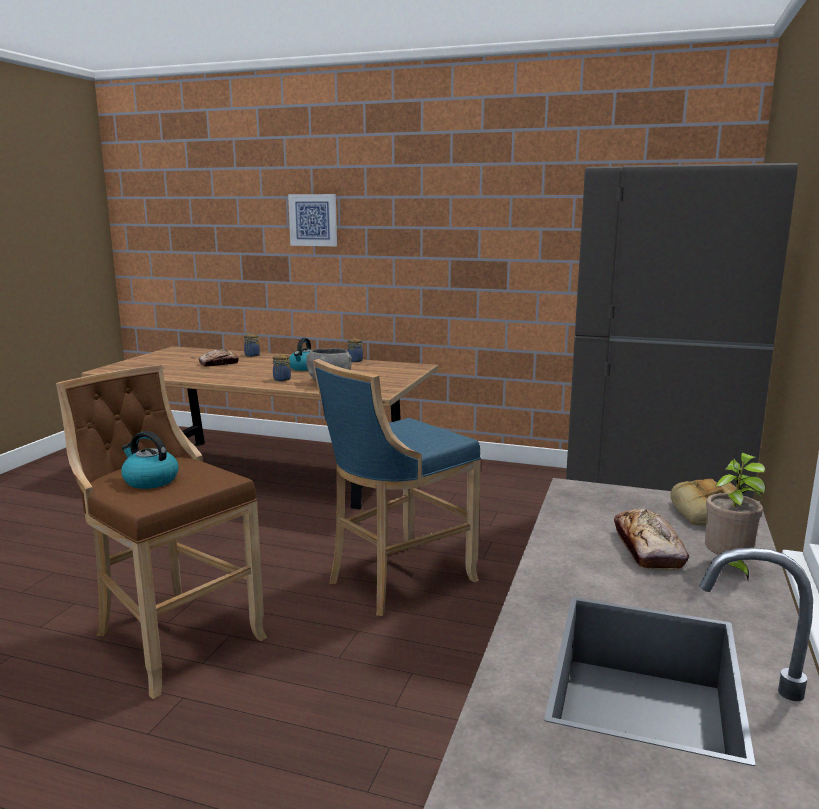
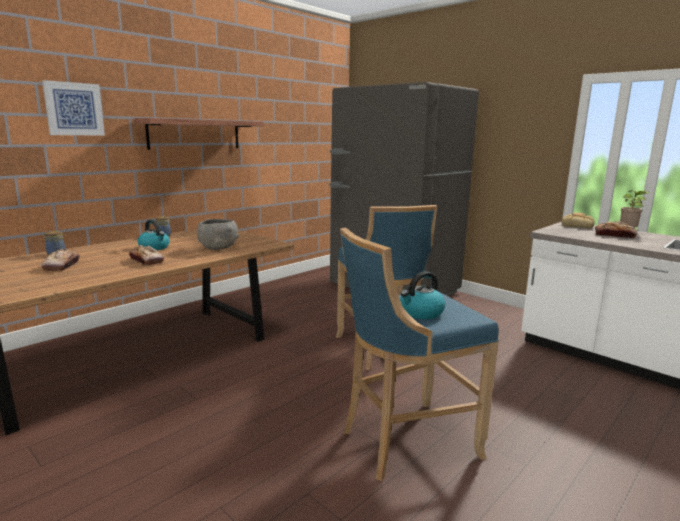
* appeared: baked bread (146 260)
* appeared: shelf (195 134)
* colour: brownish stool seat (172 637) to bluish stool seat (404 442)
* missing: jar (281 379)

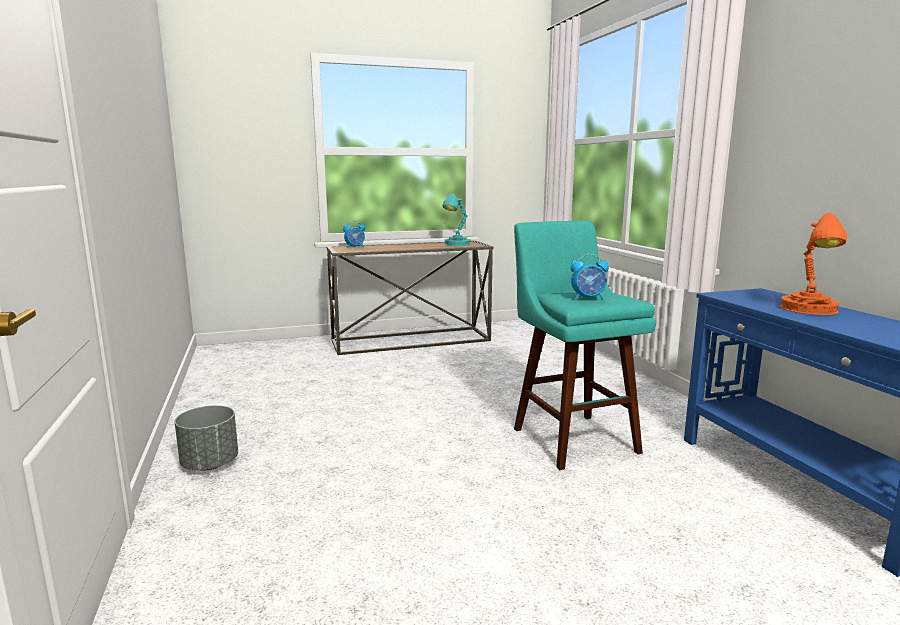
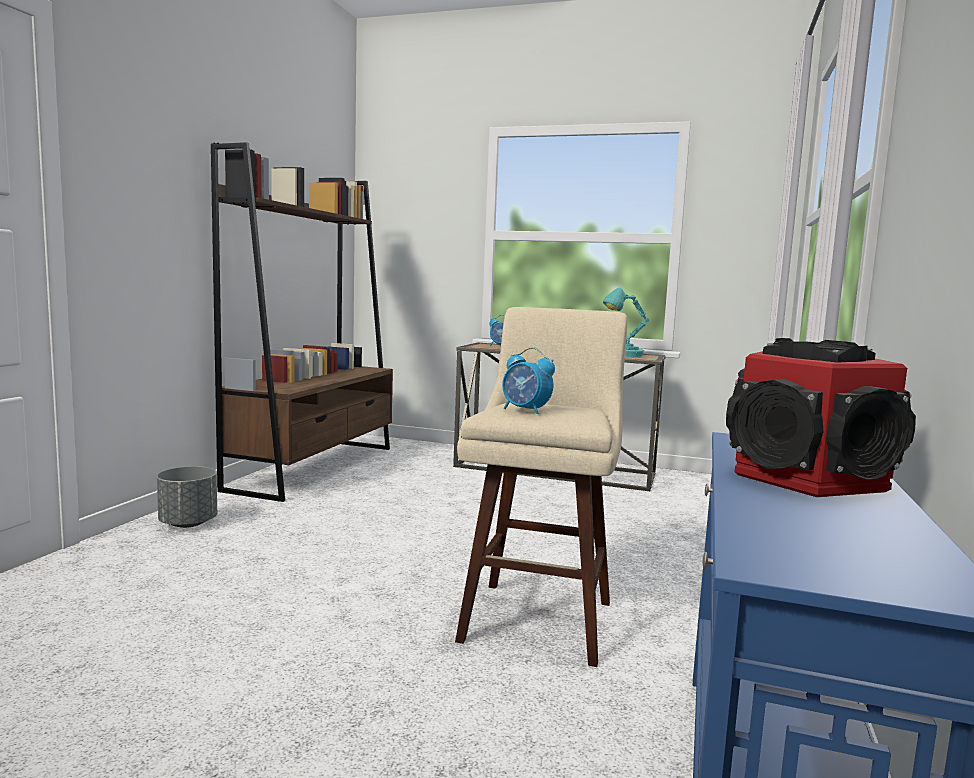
* appeared: brownish shelving unit (315 467)
* colour: turquoise-coloured stool seat (571 437) to beige-coloured stool seat (539 616)
* exchanged: orange-coloured tabletop lamp (810 310) to speaker (809 478)

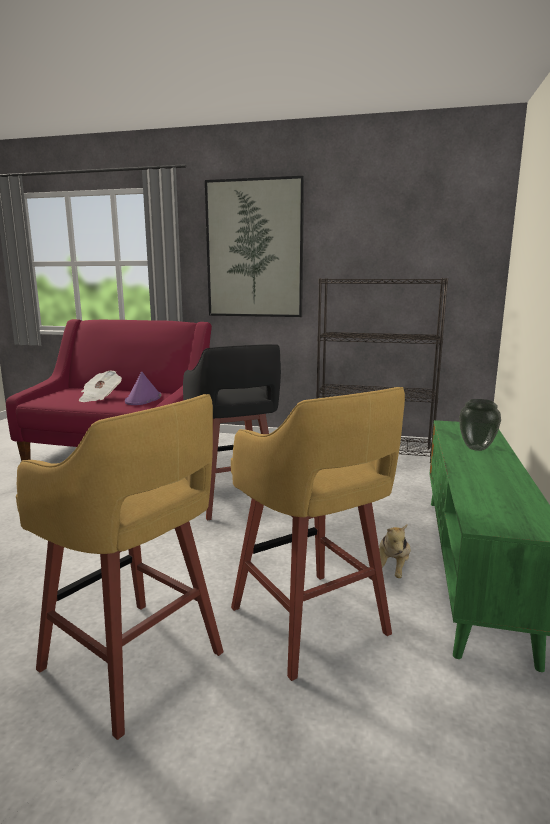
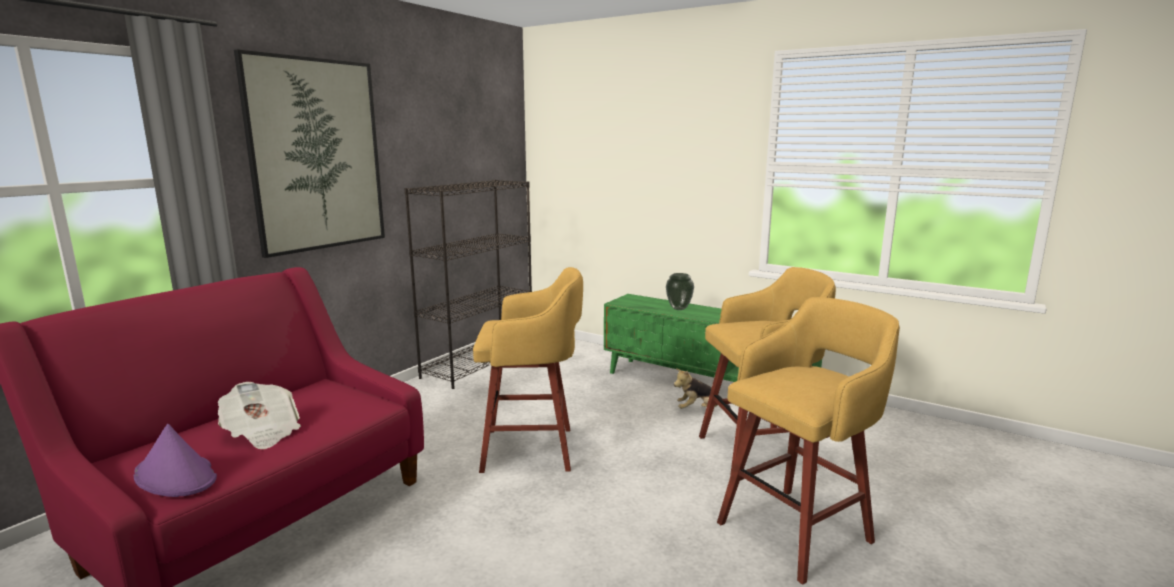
* relocated: purple-coloured clothing hat (143 399) to (176 476)
* colour: blackish stool seat (234 500) to yellow-coloured stool seat (532 450)
* spun: plush toy (392 568) = (699 410) 135 degrees clockwise

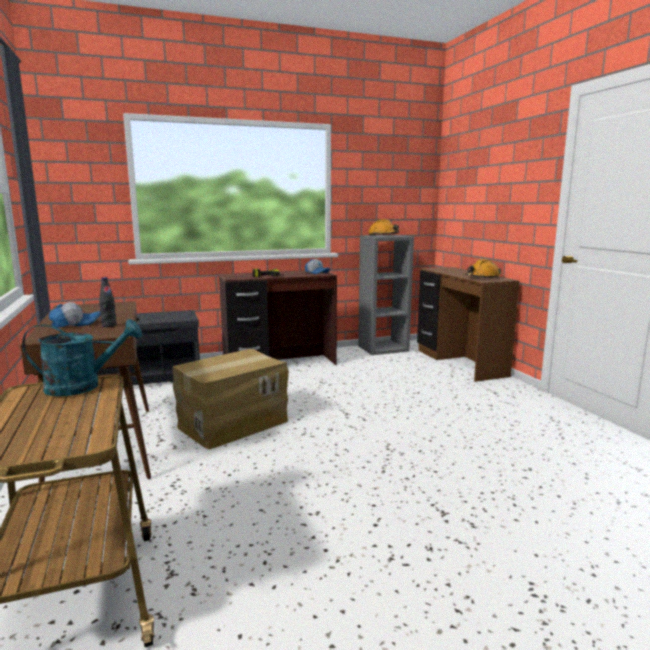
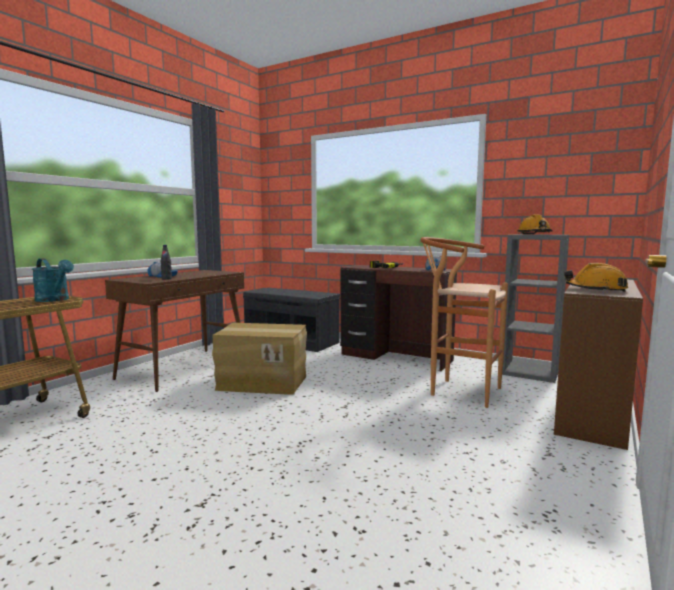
* appeared: brownish stool seat (458 391)

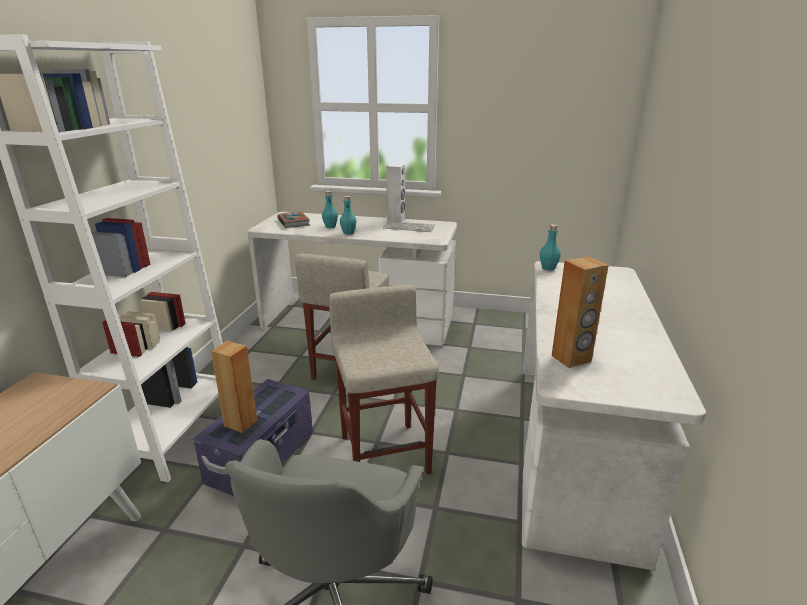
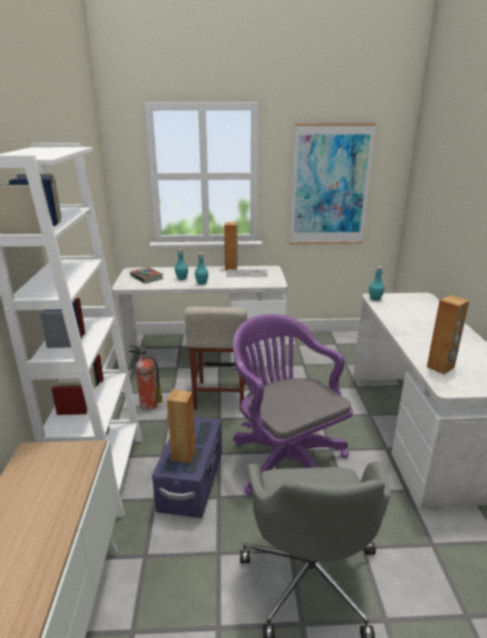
* appeared: extinguisher (148 404)
* colour: white-coloured speaker (396 220) to brownish speaker (231 268)
* exchanged: beige-coloured stool seat (384 452) to purple-coloured computer chair (285 458)
* appeared: wall art (330 186)

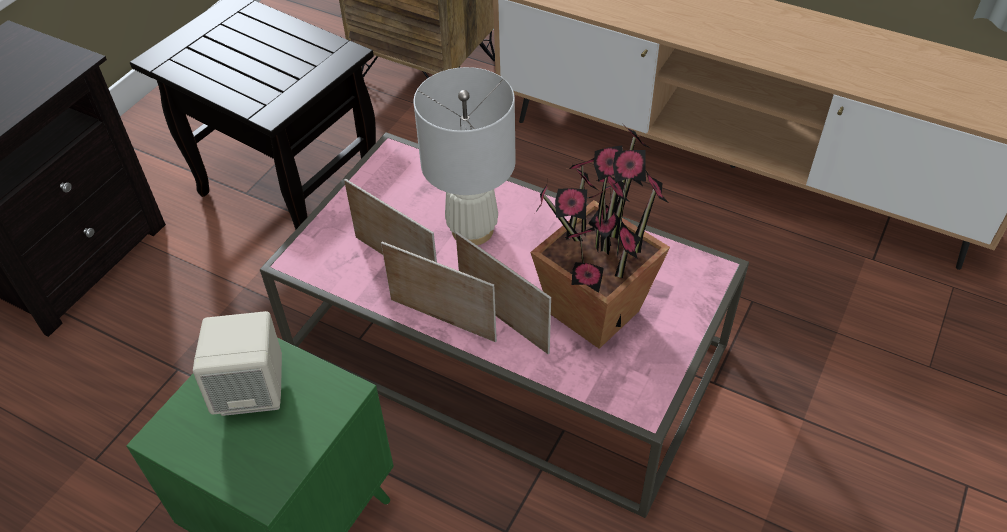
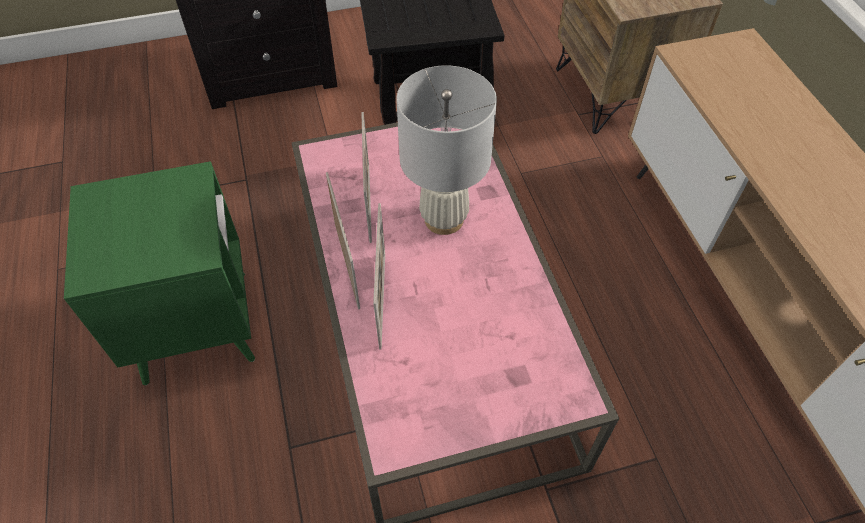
* missing: beige-coloured speaker (252 390)
* missing: houseplant (593 312)

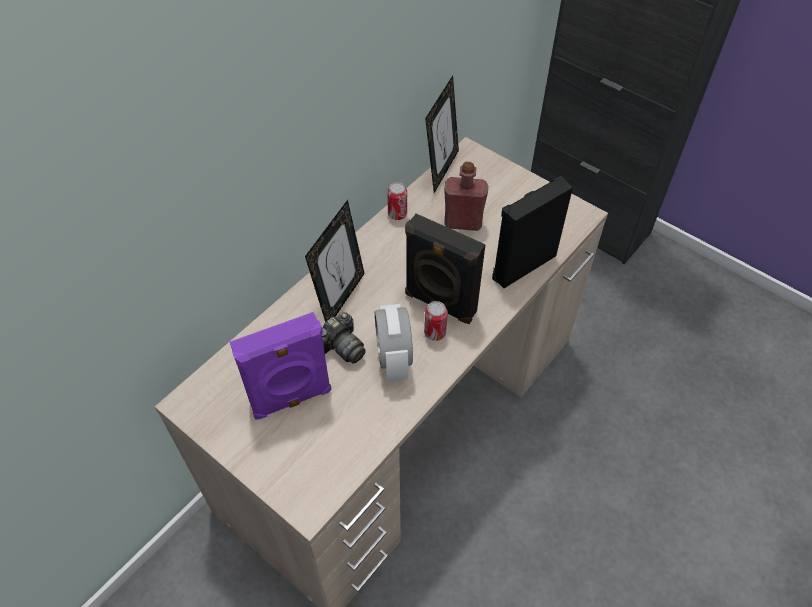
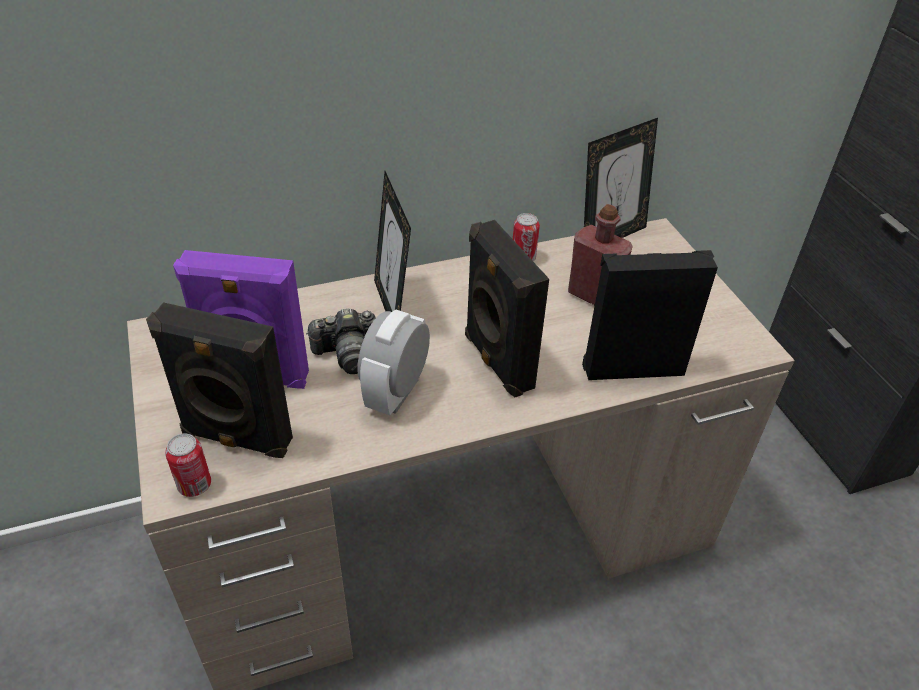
* appeared: blackish speaker (235 439)
* relocated: can (435 333) to (194 485)
* spun: standing frame (340 298) = (392 308) 105 degrees clockwise

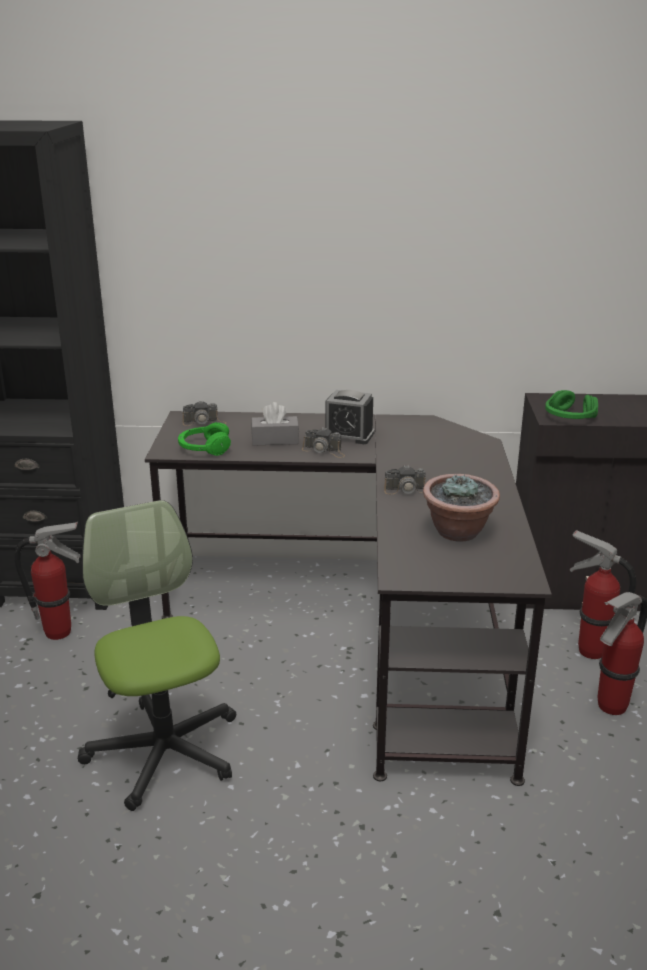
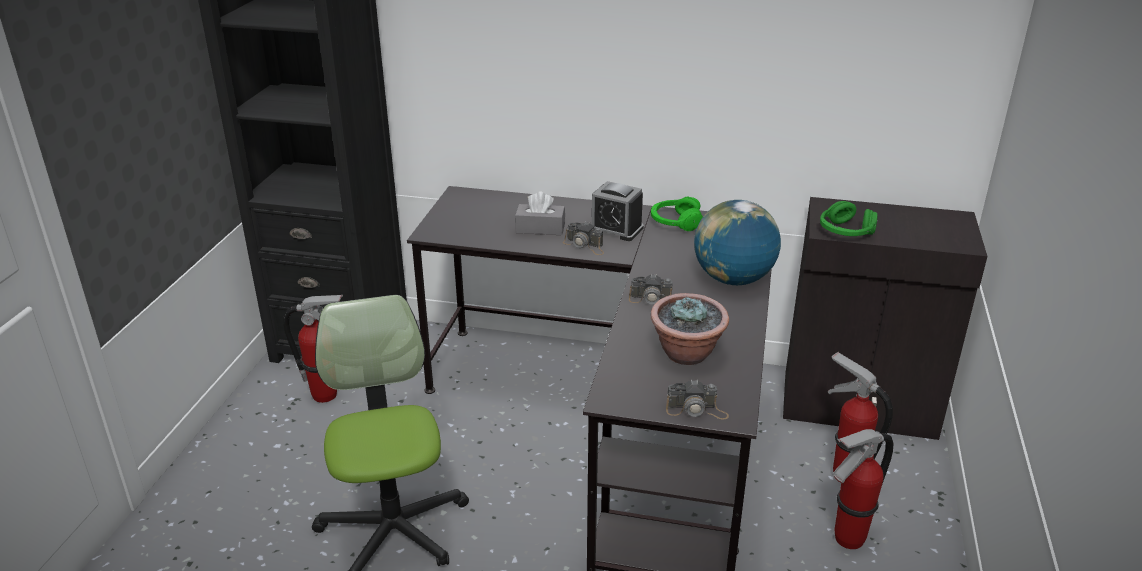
* relocated: green headphones (204 448) to (675 222)
* relocated: photo camera (204 422) to (696 410)
* appeared: globe (733 279)

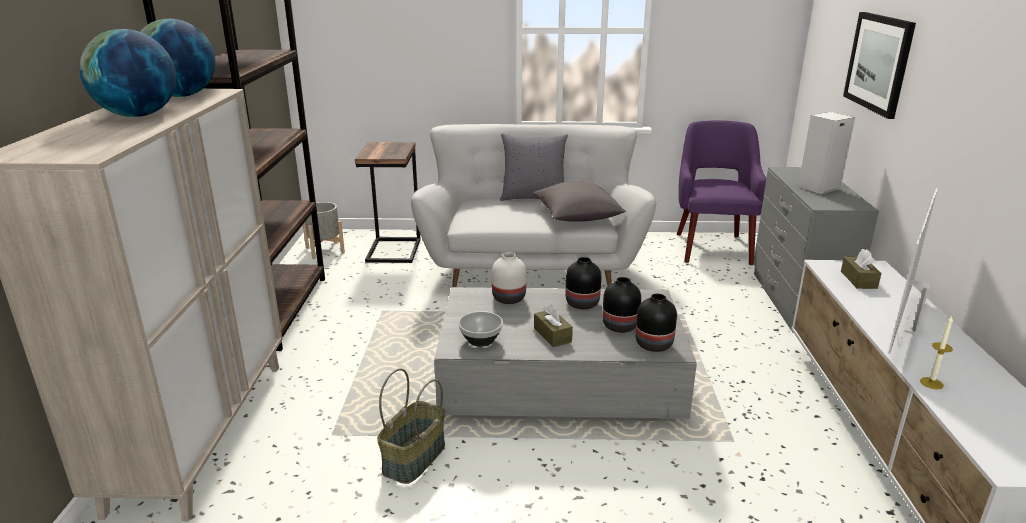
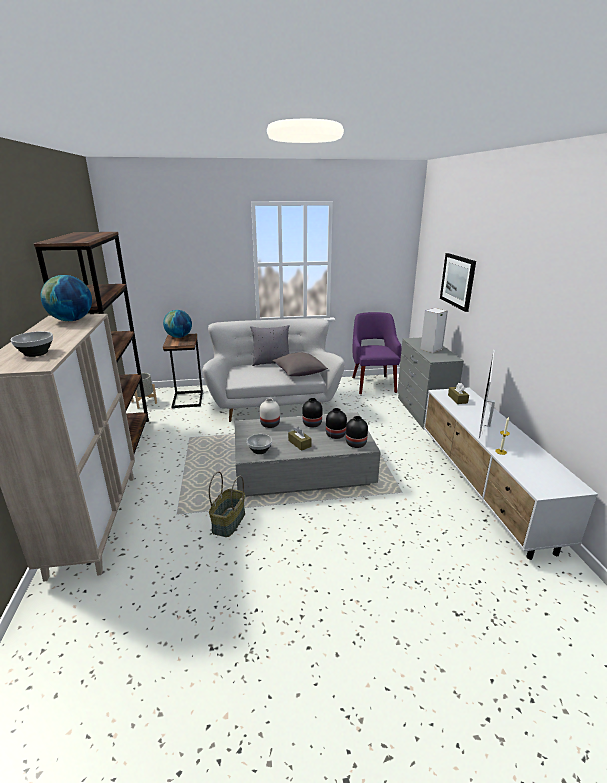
* appeared: serving bowl (36 353)
* relocated: globe (138 115) to (179 337)

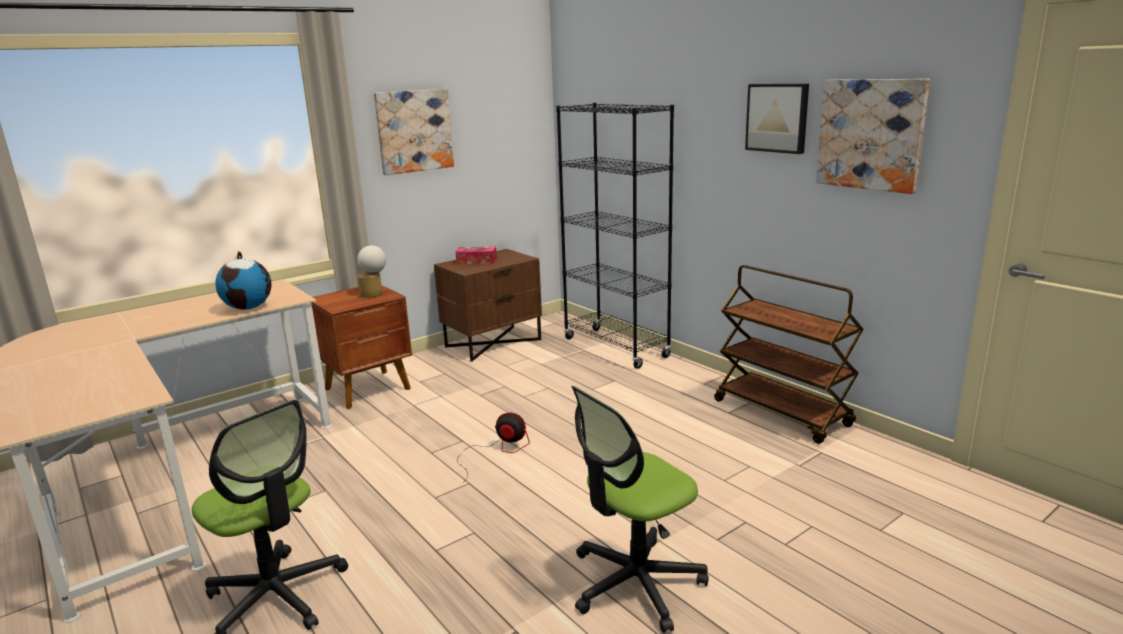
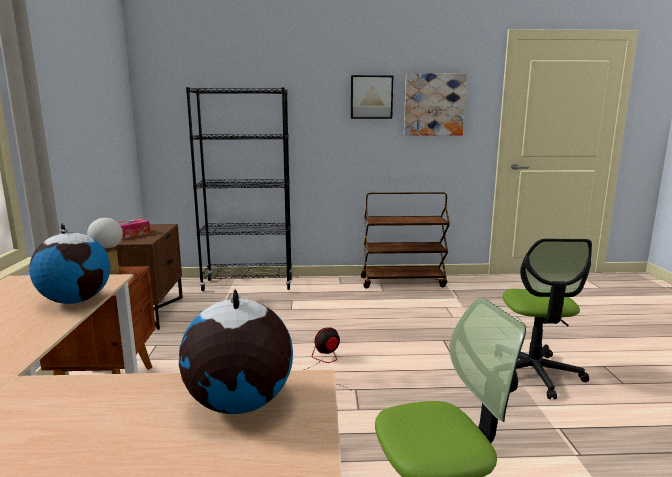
* appeared: globe (239 404)
* missing: wall art (414 131)

